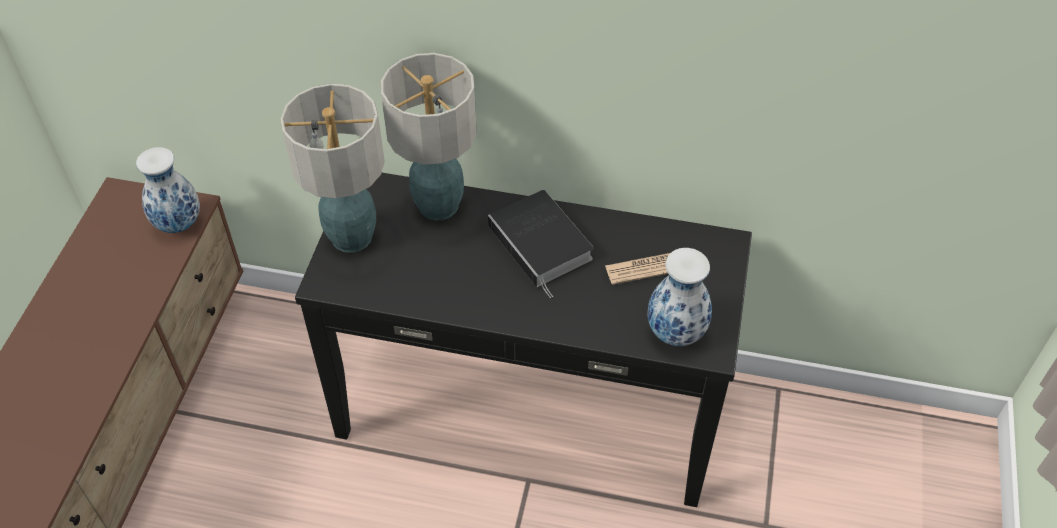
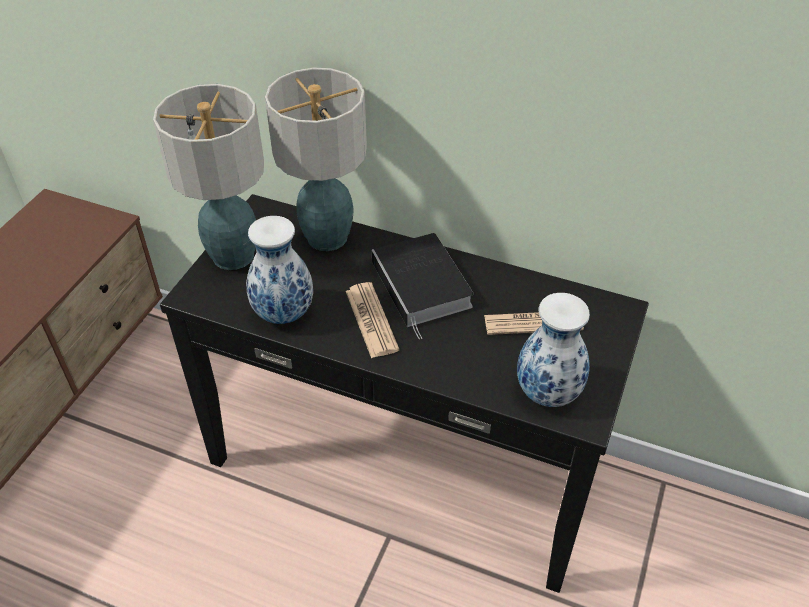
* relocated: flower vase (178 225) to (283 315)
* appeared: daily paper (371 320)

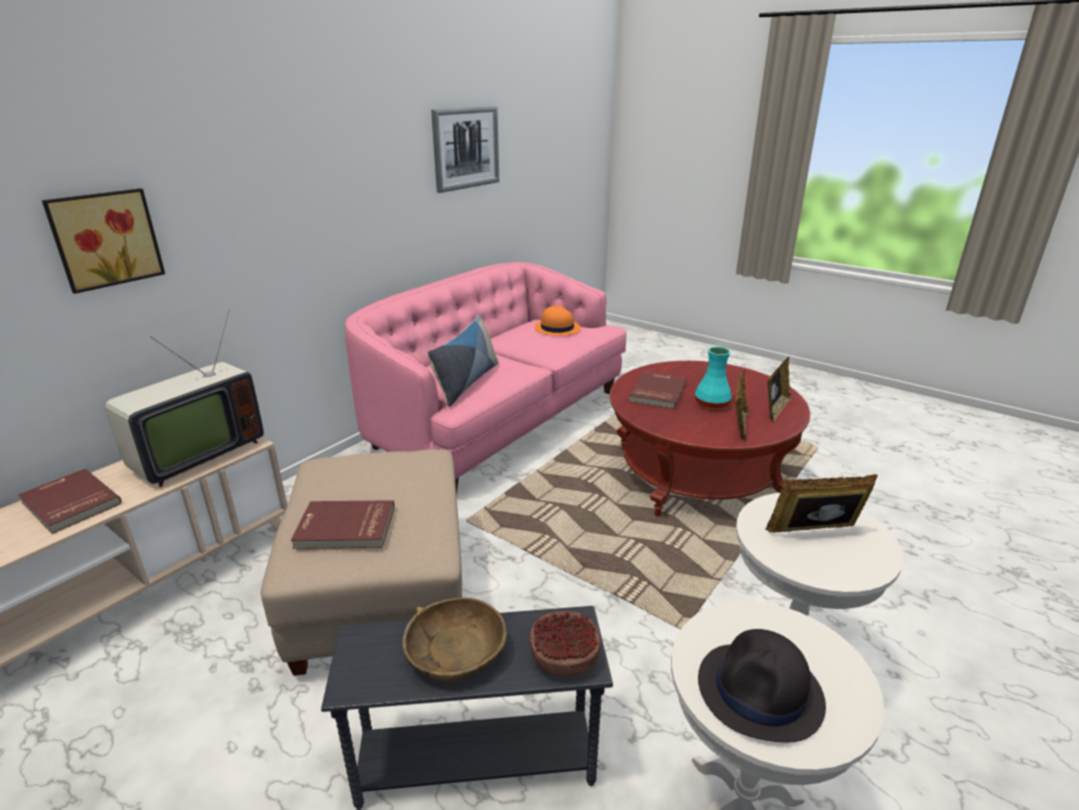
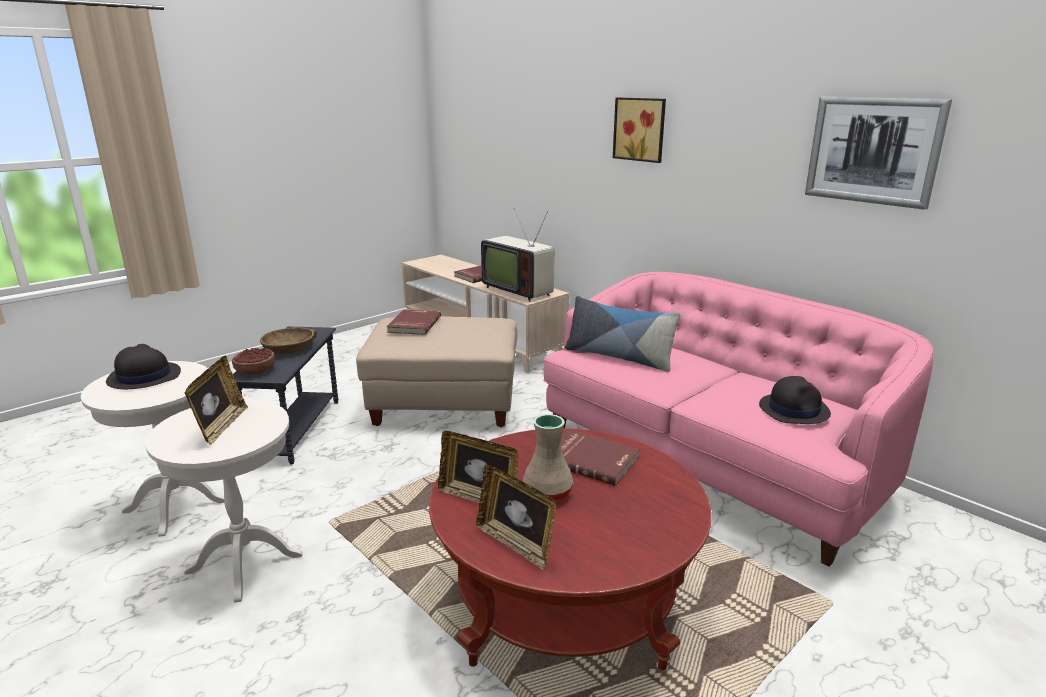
* colour: turquoise-coloured flower vase (711 404) to beige-coloured flower vase (547 492)
* relocated: wall art (105 239) to (640 129)
* colour: orange-coloured clothing hat (557 328) to blackish clothing hat (794 409)

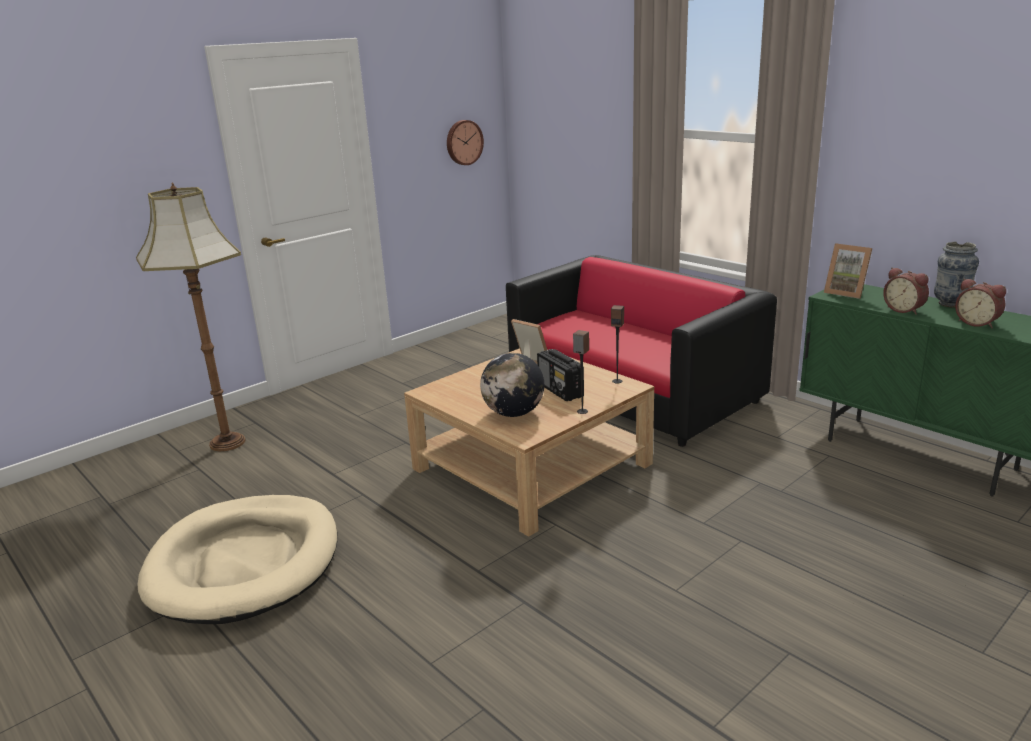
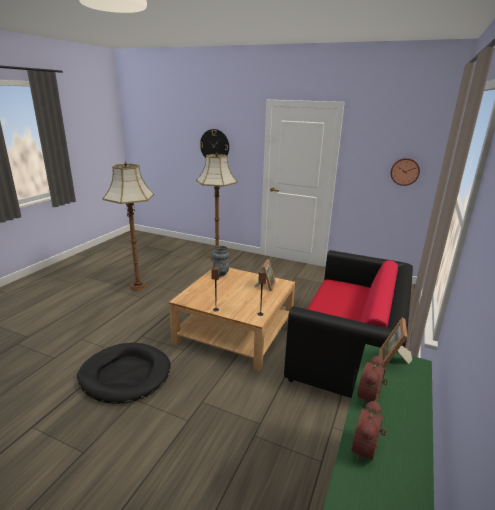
* appeared: blackish dog bed (125 375)
* exchanged: beige-coloured dog bed (245 563) to floor lamp (138 286)
* appeared: clock on the wall (214 146)
* relocated: flower vase (950 304) to (221 274)
* missing: globe (513 413)
* missing: radio (560 391)

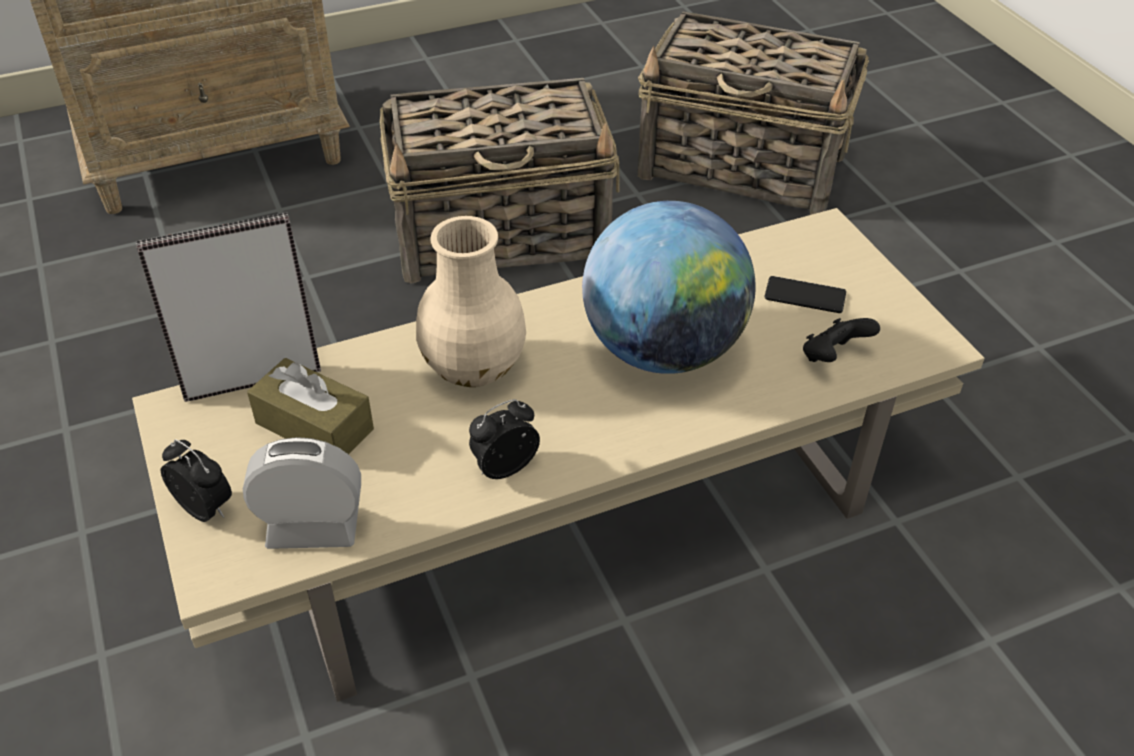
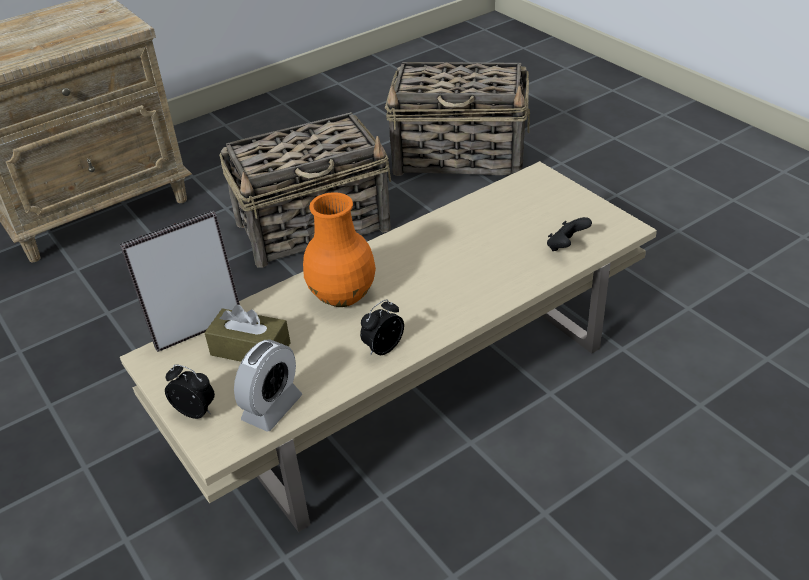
* spun: table clock (313 528) = (272 408) 135 degrees clockwise
* colour: beige-coloured flower vase (473 367) to orange-coloured flower vase (342 295)
* missing: globe (663 350)
* missing: telephone (805 296)

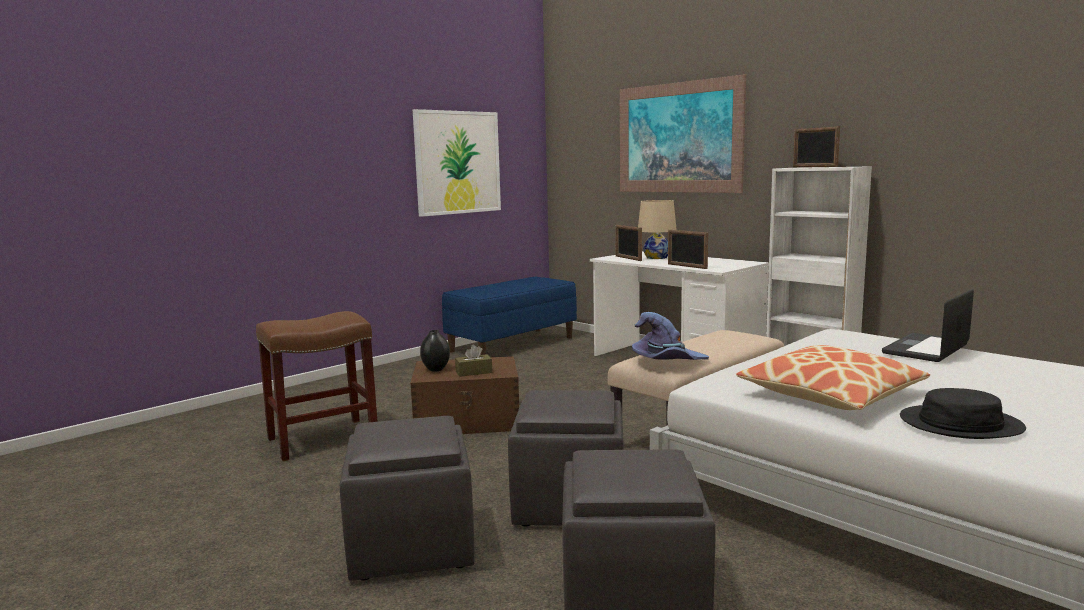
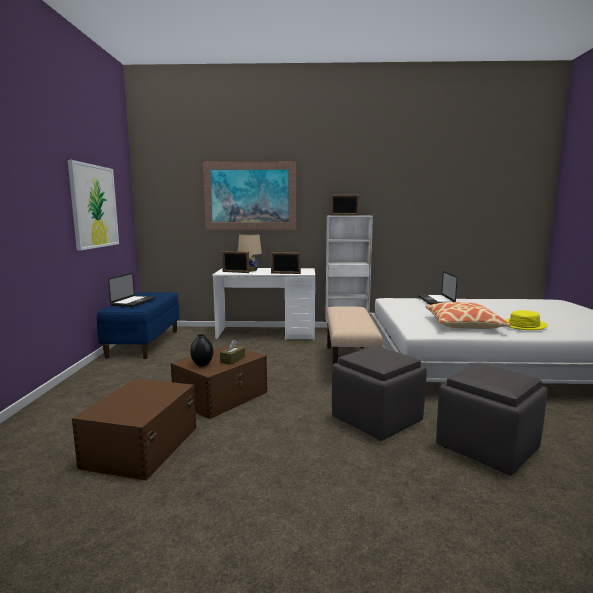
* exchanged: brownish stool seat (322 439) to brownish storage box (140 447)
* appeared: notebook computer (133 302)
* colour: blackish clothing hat (960 424) to yellow-coloured clothing hat (524 325)
* missing: grey pouffe (410 545)
* missing: purple-coloured clothing hat (667 361)

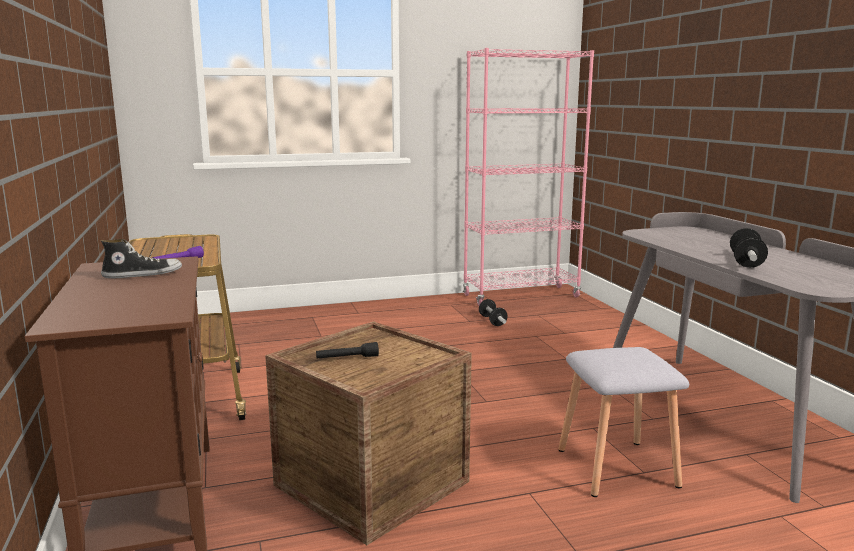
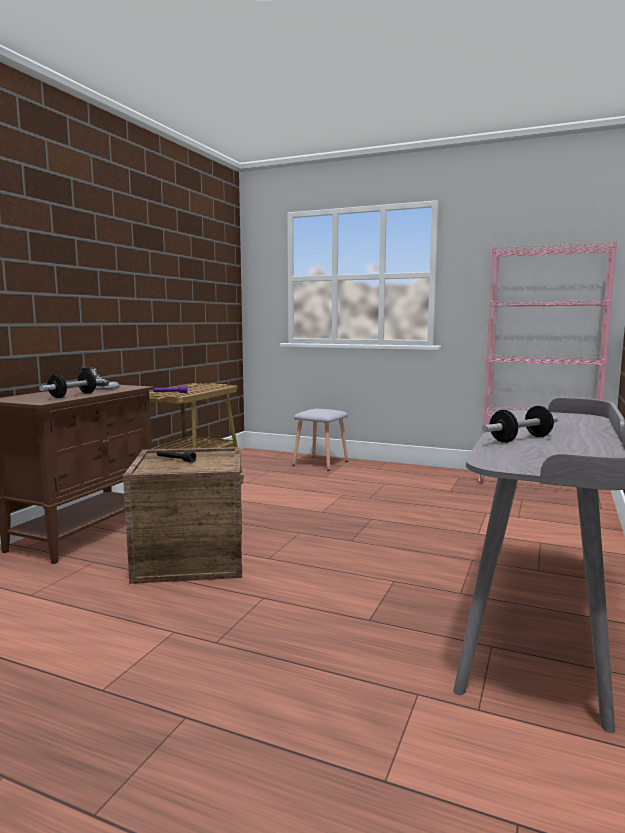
* relocated: dumbbell (492 321) to (73 395)
* relocated: grey stool seat (615 467) to (320 463)

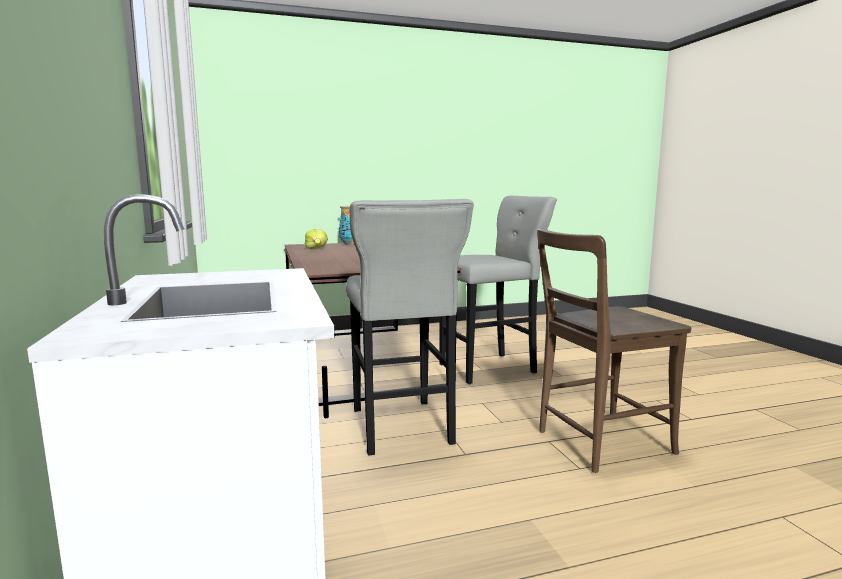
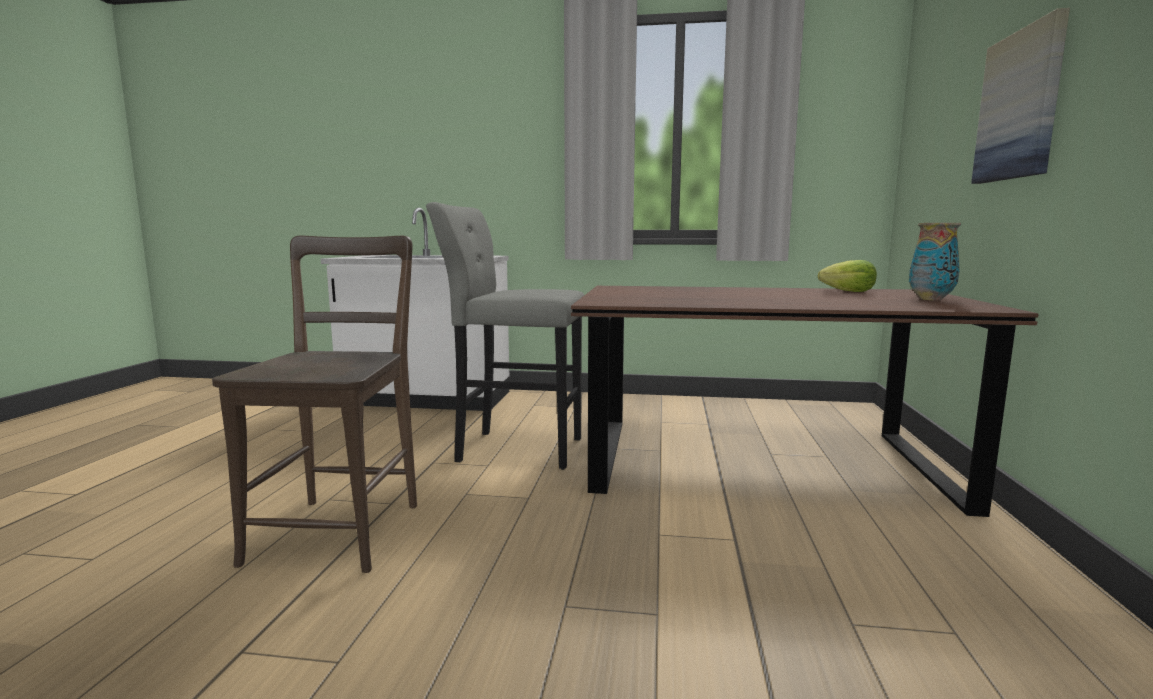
* appeared: wall art (1020 106)
* missing: grey stool seat (491 368)

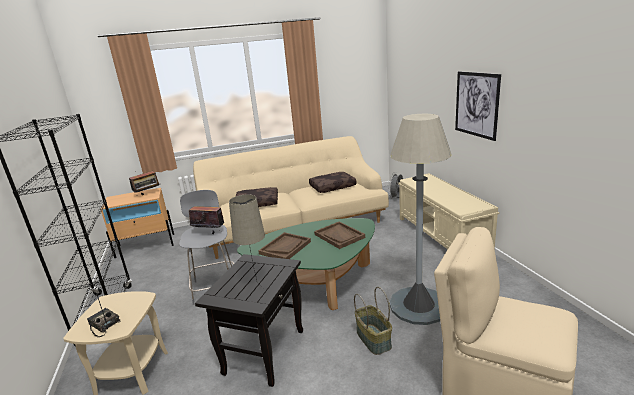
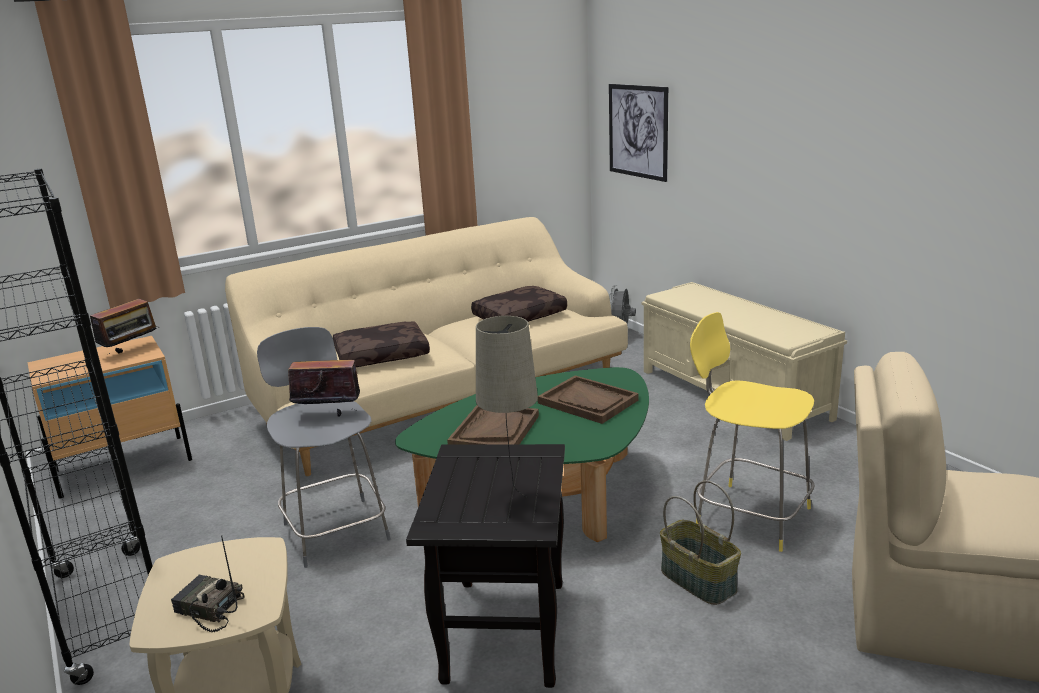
* relocated: wall art (476 104) to (638 131)
* exchanged: grey floor lamp (418 305) to yellow-coloured stool seat (749 515)

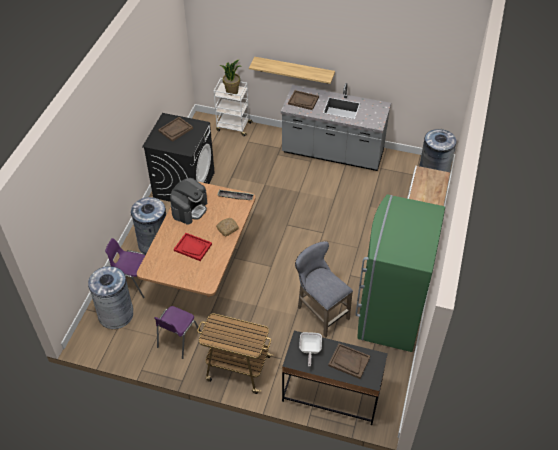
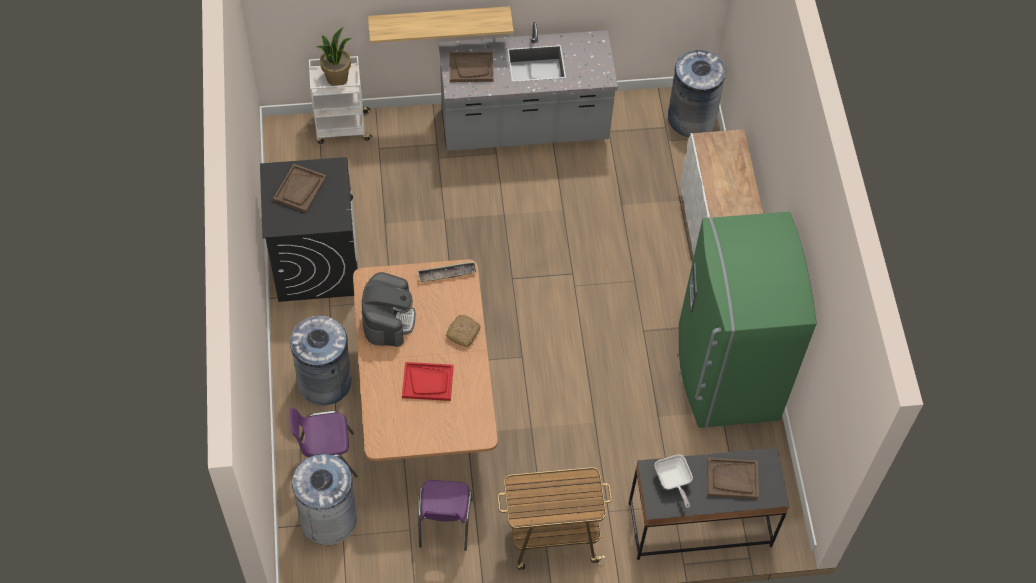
* missing: grey stool seat (320 312)

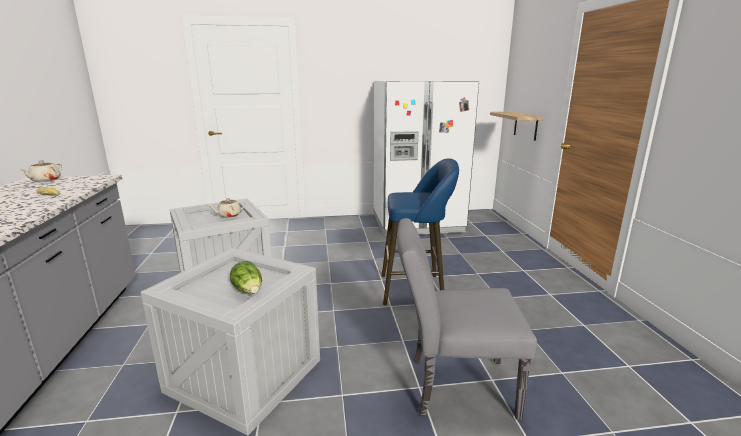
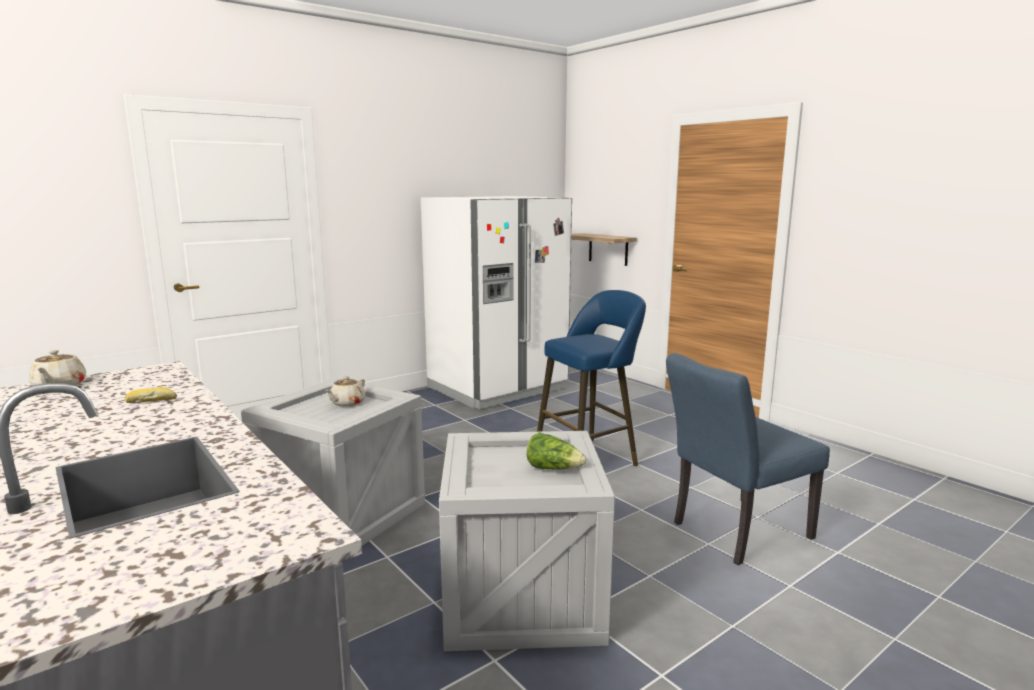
* colour: grey chair (452 386) to bluish chair (733 532)

